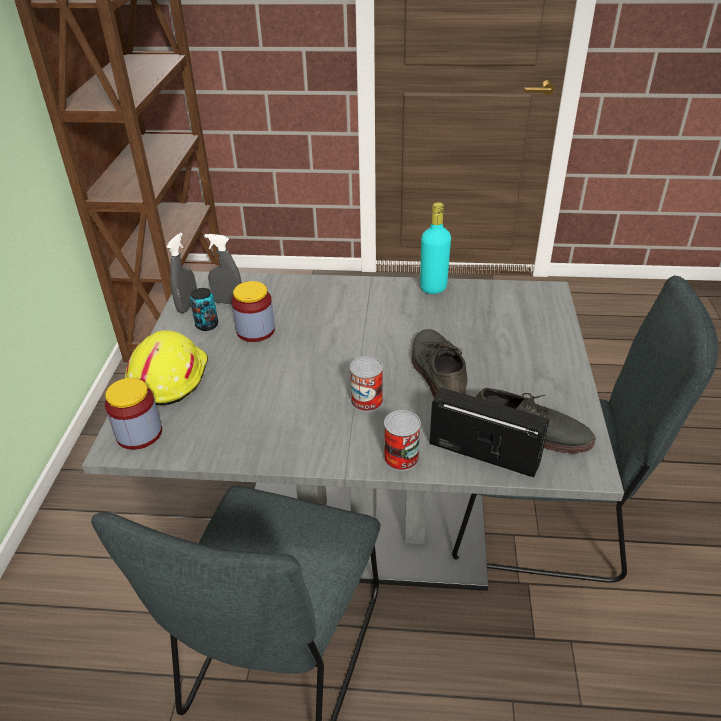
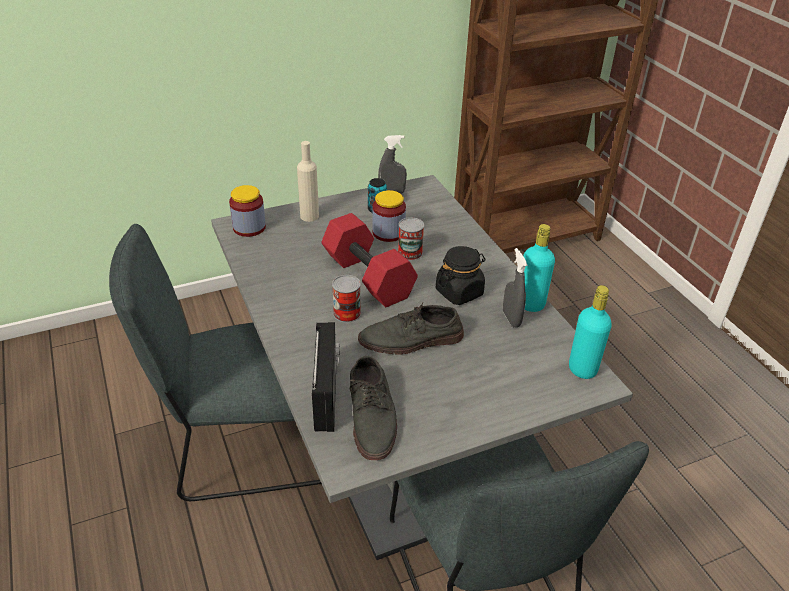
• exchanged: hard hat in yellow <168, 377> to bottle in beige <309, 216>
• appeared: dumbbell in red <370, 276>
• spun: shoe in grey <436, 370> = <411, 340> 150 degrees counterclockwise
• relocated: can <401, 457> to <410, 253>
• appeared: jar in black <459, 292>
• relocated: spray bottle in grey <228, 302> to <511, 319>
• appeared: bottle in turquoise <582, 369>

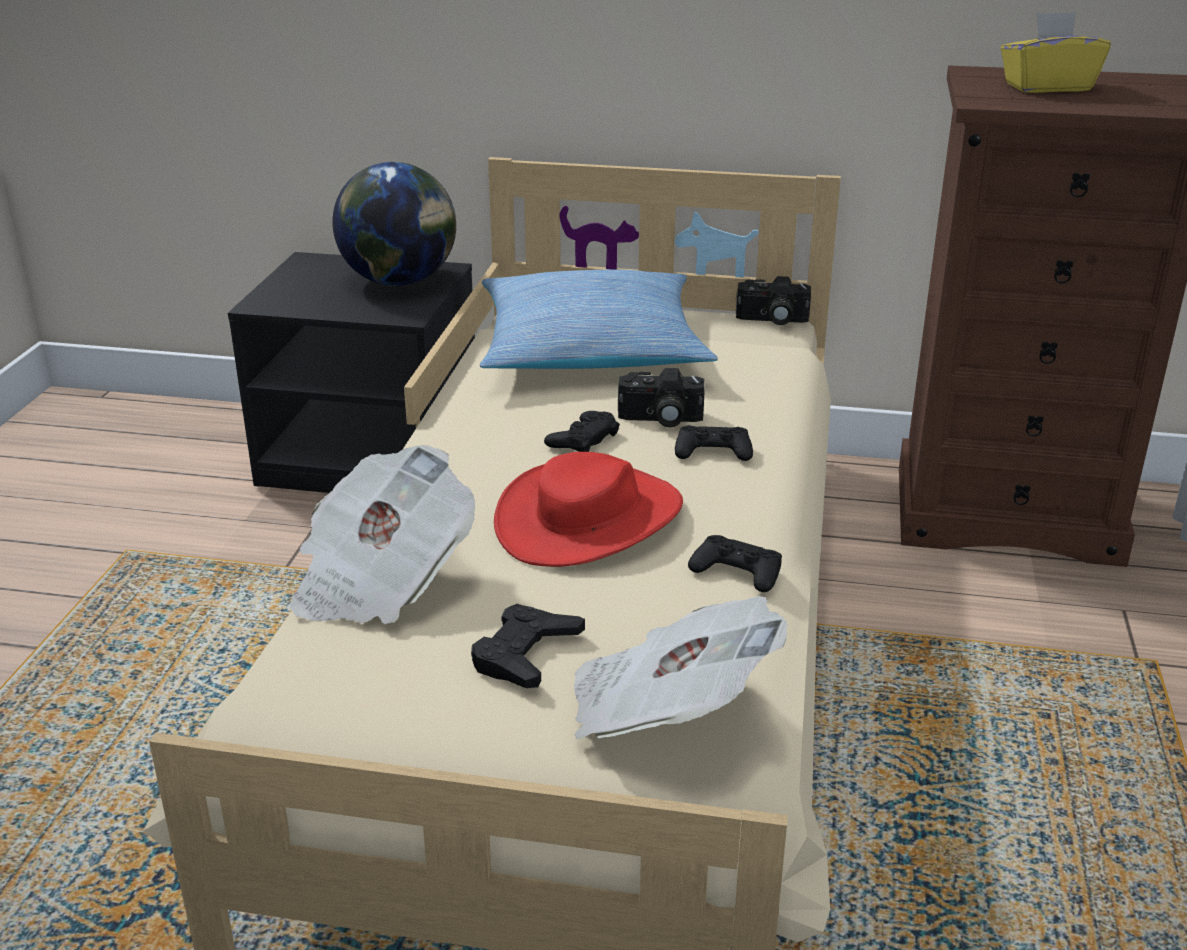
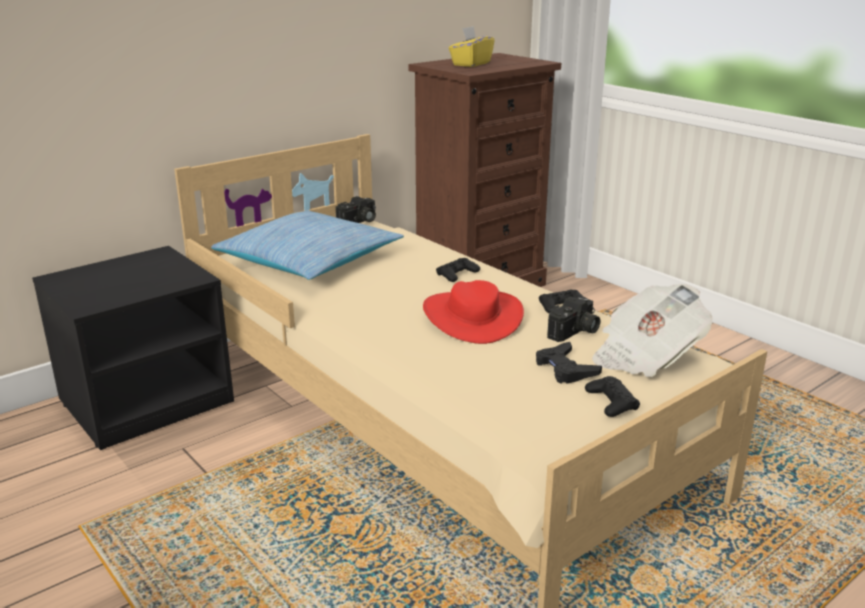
• relocated: photo camera <660, 419> to <575, 332>
• relocated: game controller in black <583, 439> to <611, 402>
• missing: newspaper <380, 580>
• missing: globe <400, 281>

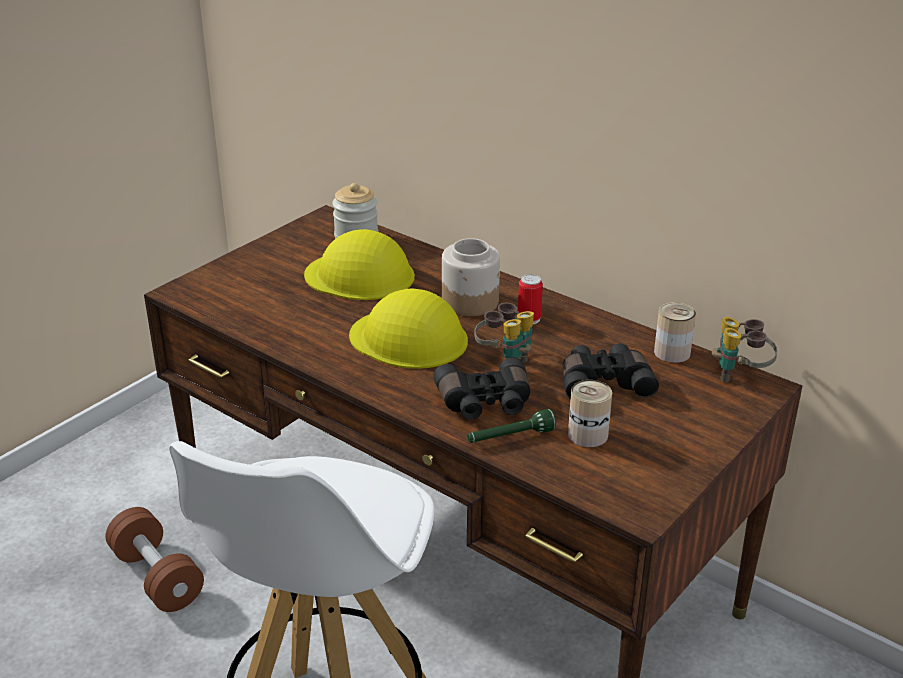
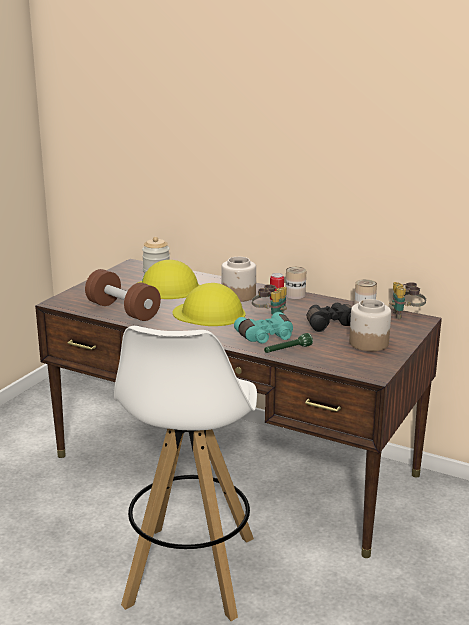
• relocated: dumbbell in brown <157, 577> to <123, 311>
• colour: binoculars in black <485, 403> to binoculars in turquoise <266, 337>
• relocated: can <587, 435> to <295, 295>
• appeared: jar <368, 343>

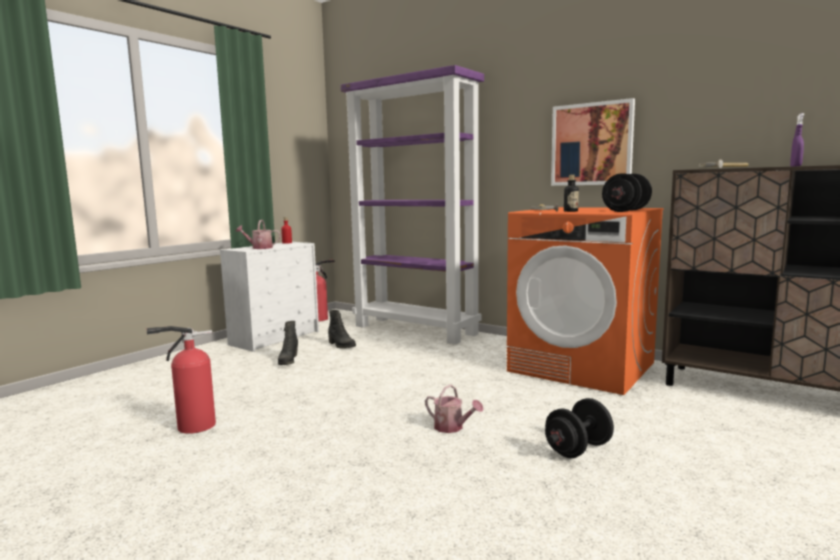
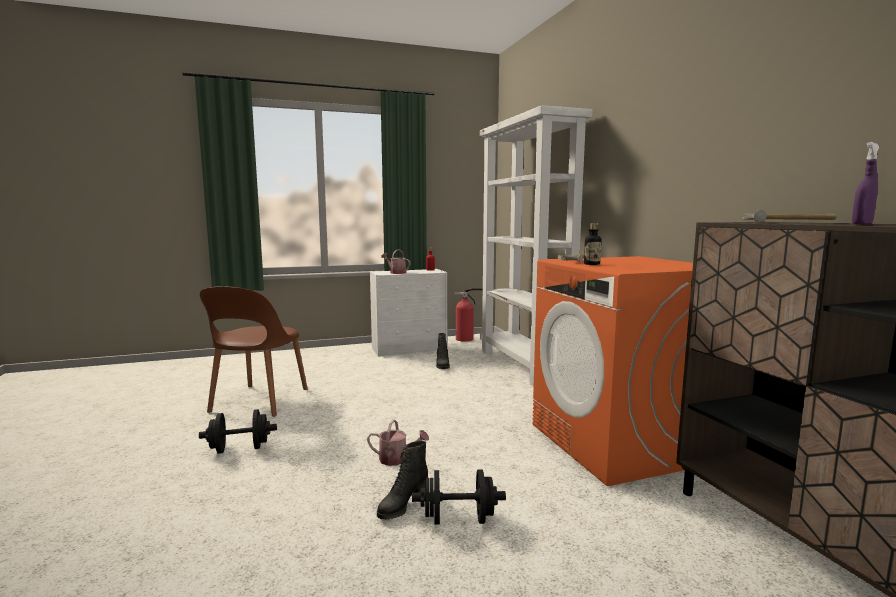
• relocated: dumbbell in black <626, 211> to <240, 449>
• exchanged: fire extinguisher <192, 426> to chair in brown <258, 401>
• spun: watering can <452, 427> = <397, 459> 60 degrees counterclockwise
• relocated: boot in black <288, 361> to <402, 505>
• colour: bookcase in purple <416, 330> to bookcase in white <524, 365>
• missing: picture <591, 144>

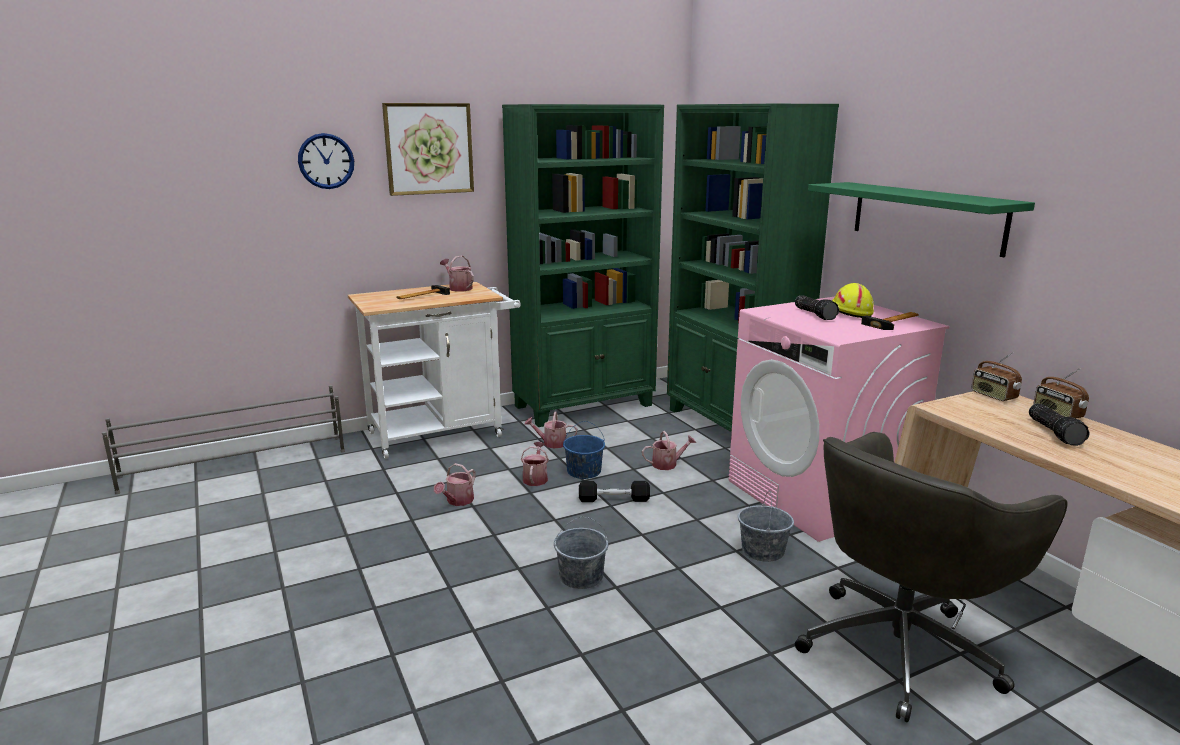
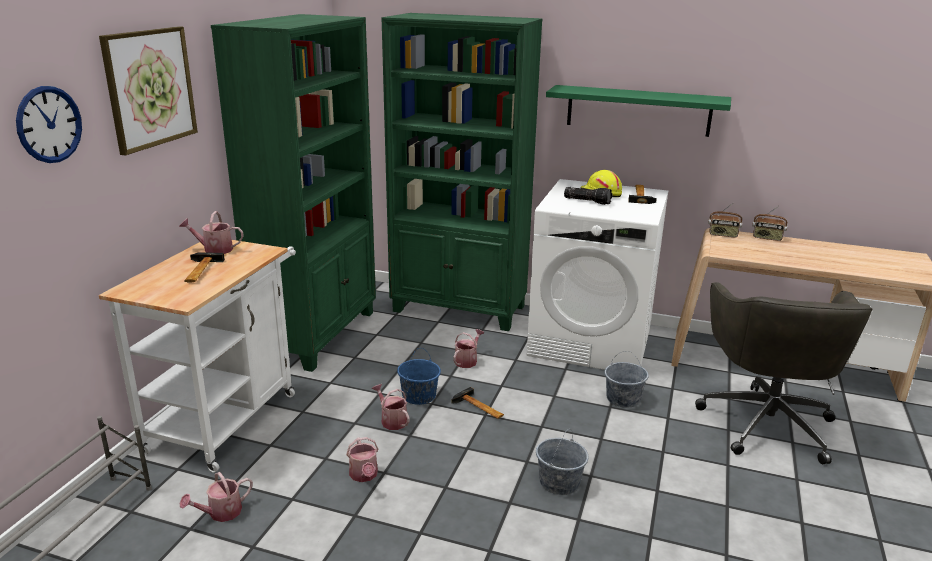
• relocated: watering can <551, 443> to <220, 513>
• exchanged: dumbbell in black <614, 499> to hammer <479, 408>
• colour: washing machine in pink <820, 496> to washing machine in white <591, 341>
• missing: flashlight <1055, 433>

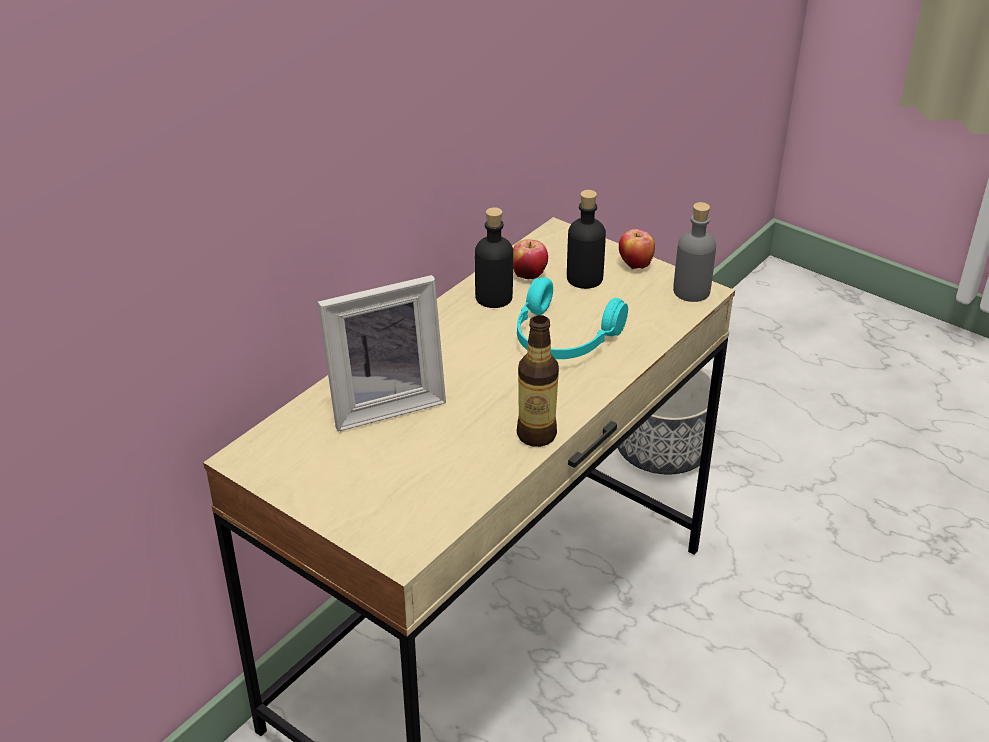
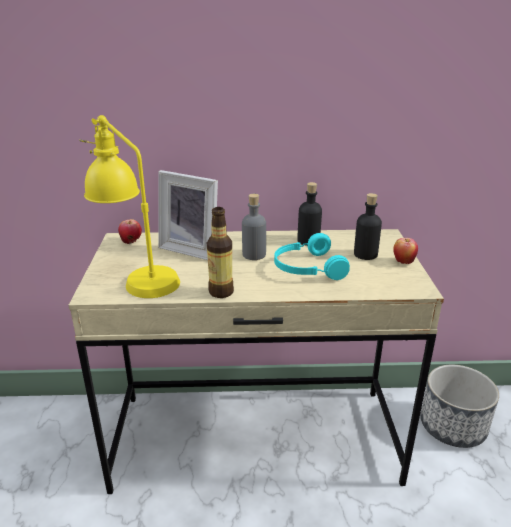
• appeared: table lamp in yellow <136, 277>
• relocated: apple <529, 275> to <131, 242>
• relocated: bottle in grey <691, 291> to <254, 254>

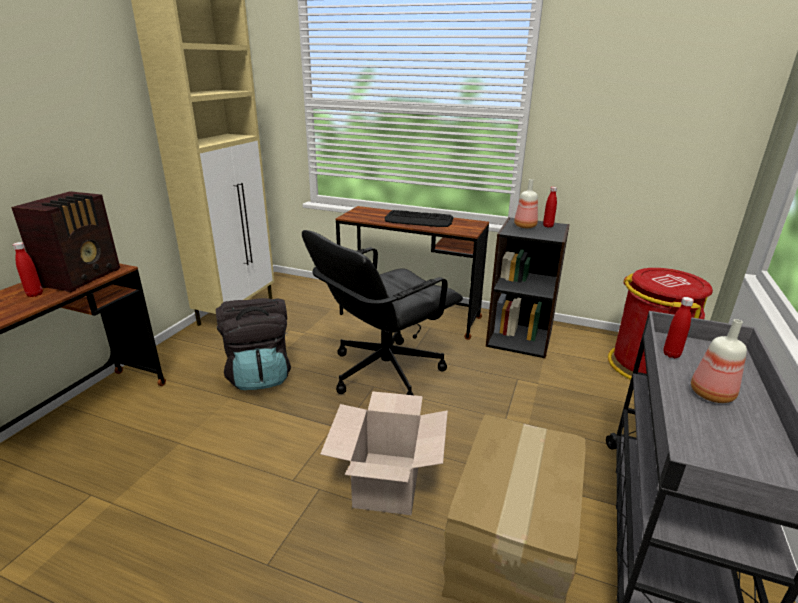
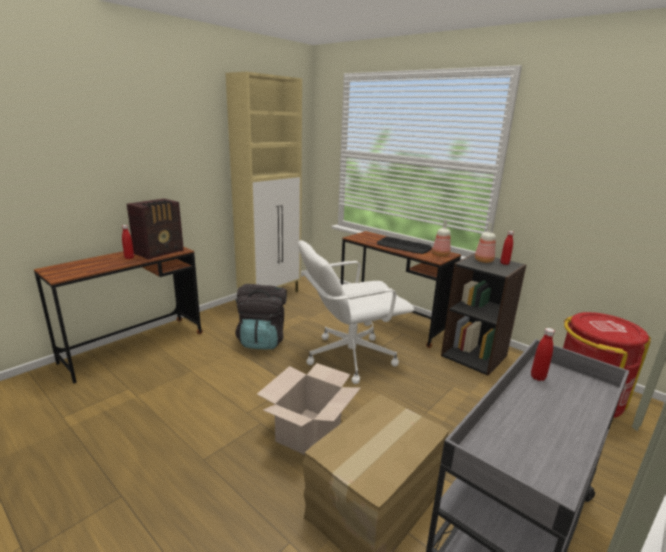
• colour: office chair in black <384, 371> to office chair in white <349, 357>
• relocated: bottle <710, 394> to <440, 254>

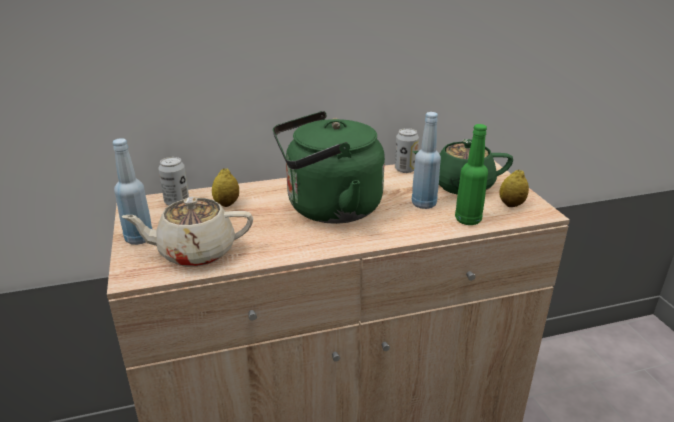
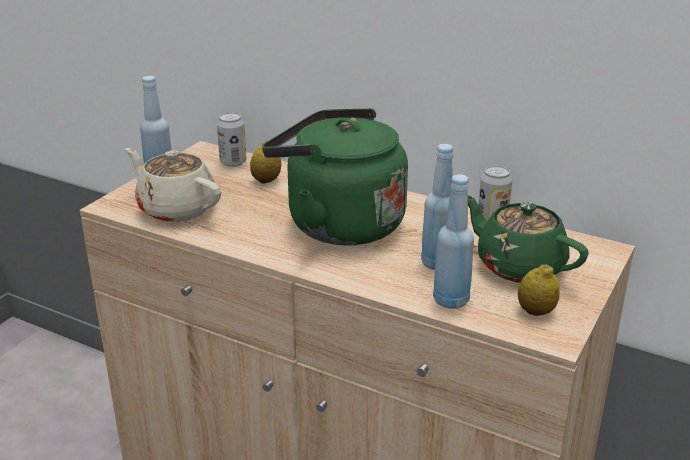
• colour: bottle in green <468, 220> to bottle in blue <451, 300>

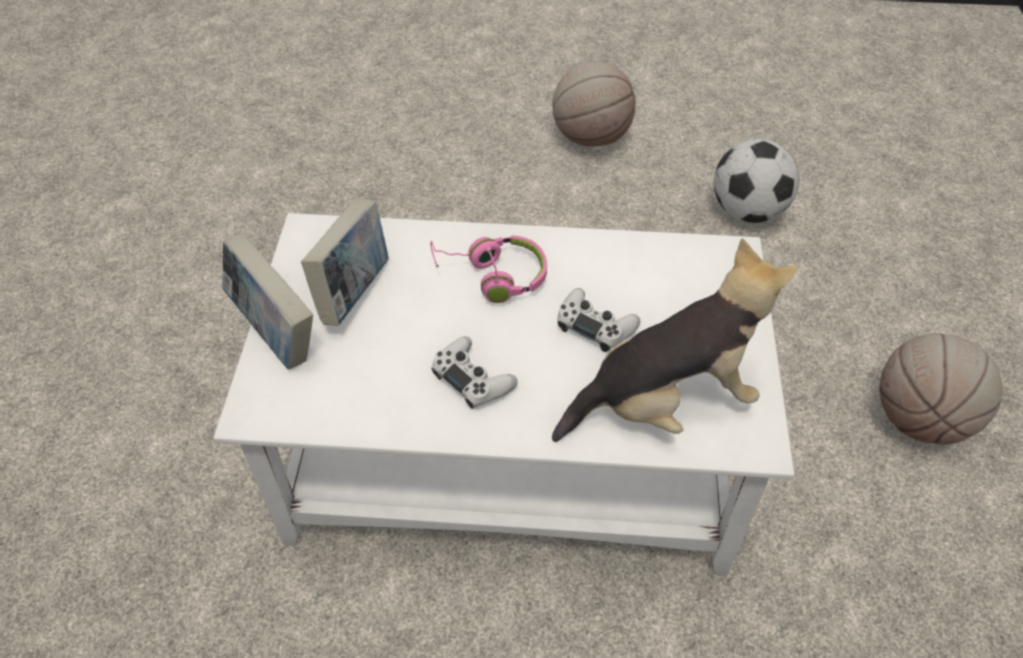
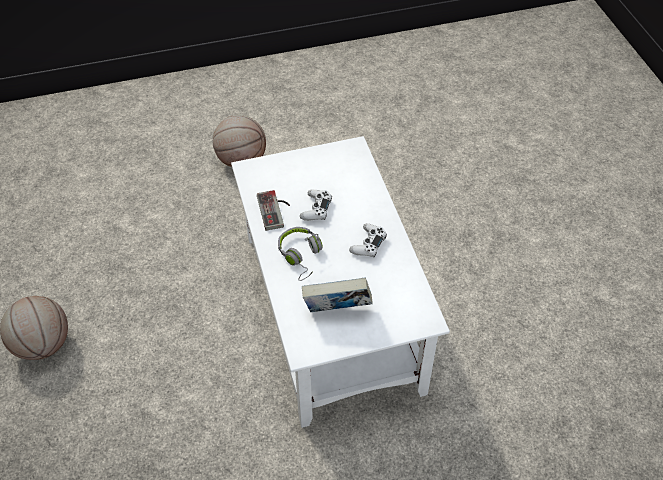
• appeared: game controller <275, 210>
• colour: headphones in pink <492, 276> to headphones in grey <301, 256>
• missing: book <276, 333>
• missing: plush toy <666, 401>
• missing: football <747, 211>

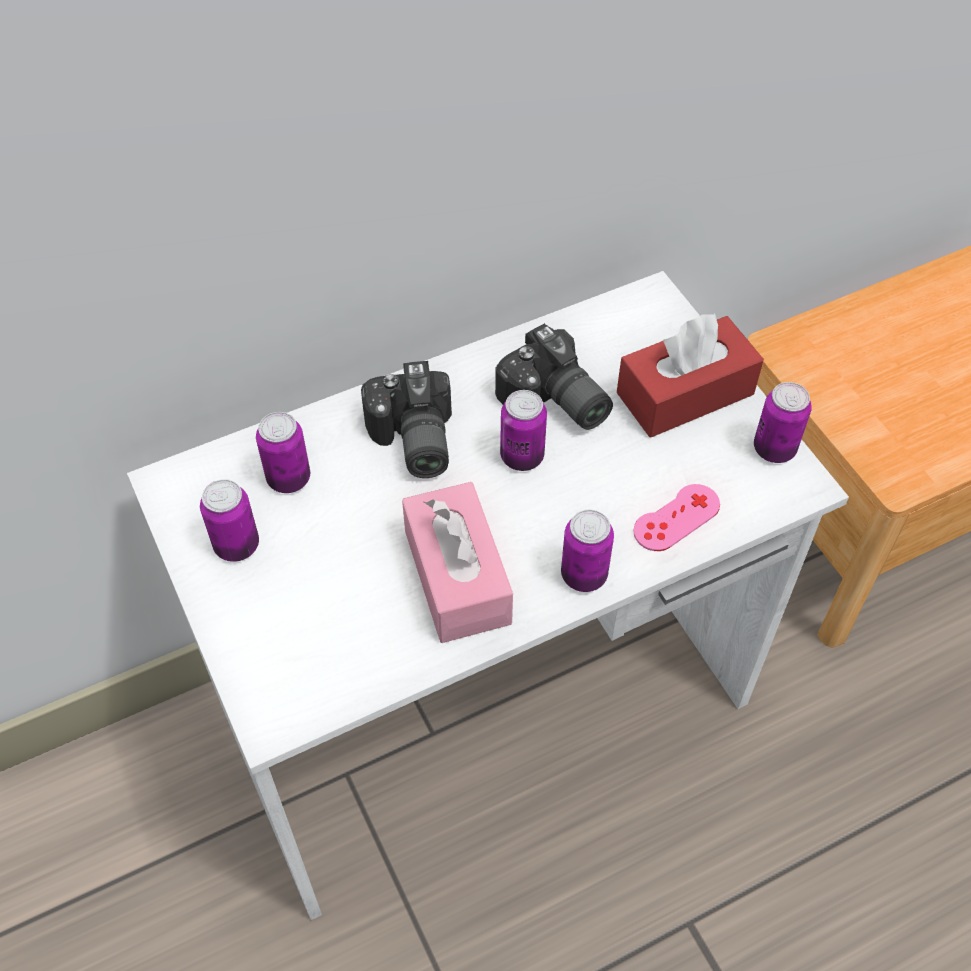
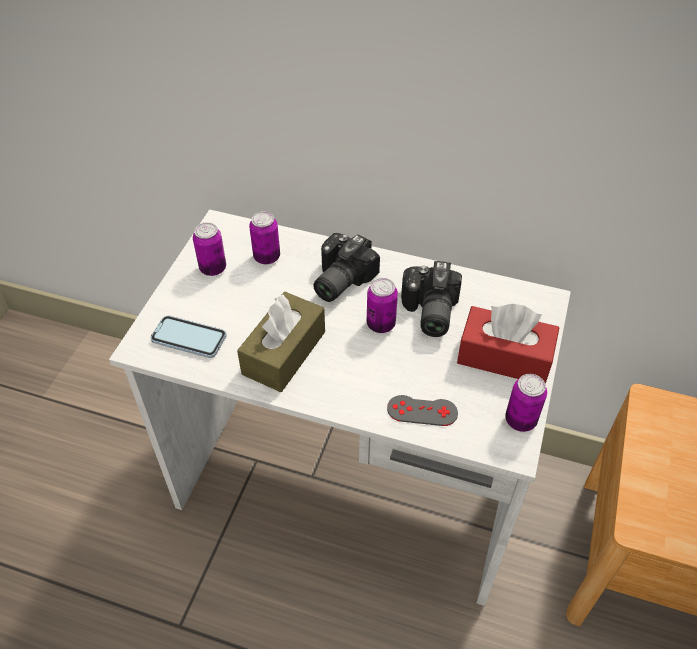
• appeared: phone <189, 338>
• colour: tissue box in pink <457, 577> to tissue box in brown <284, 352>
• colour: game controller in pink <676, 518> to game controller in grey <422, 411>
• missing: can <584, 575>

